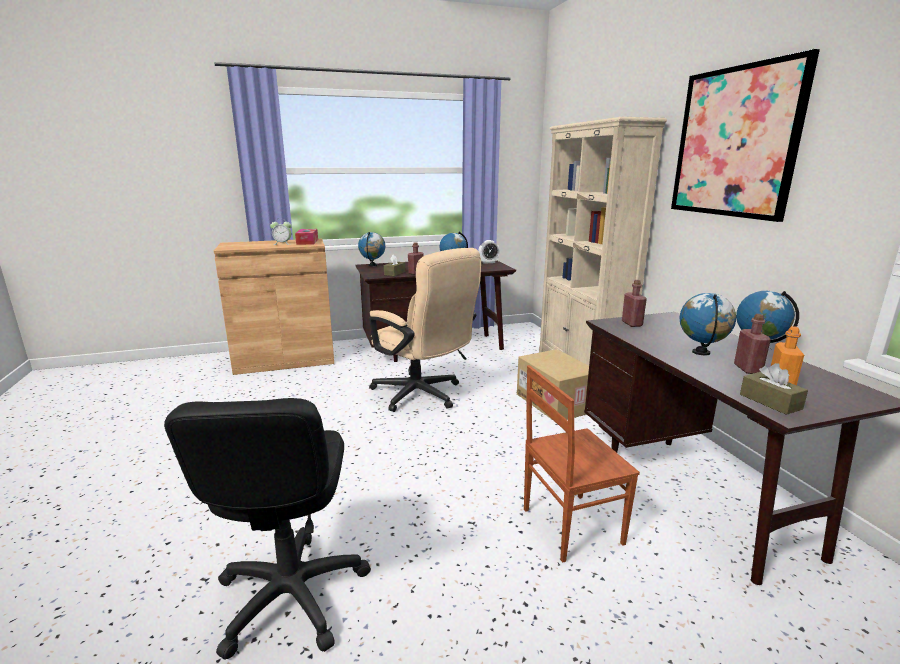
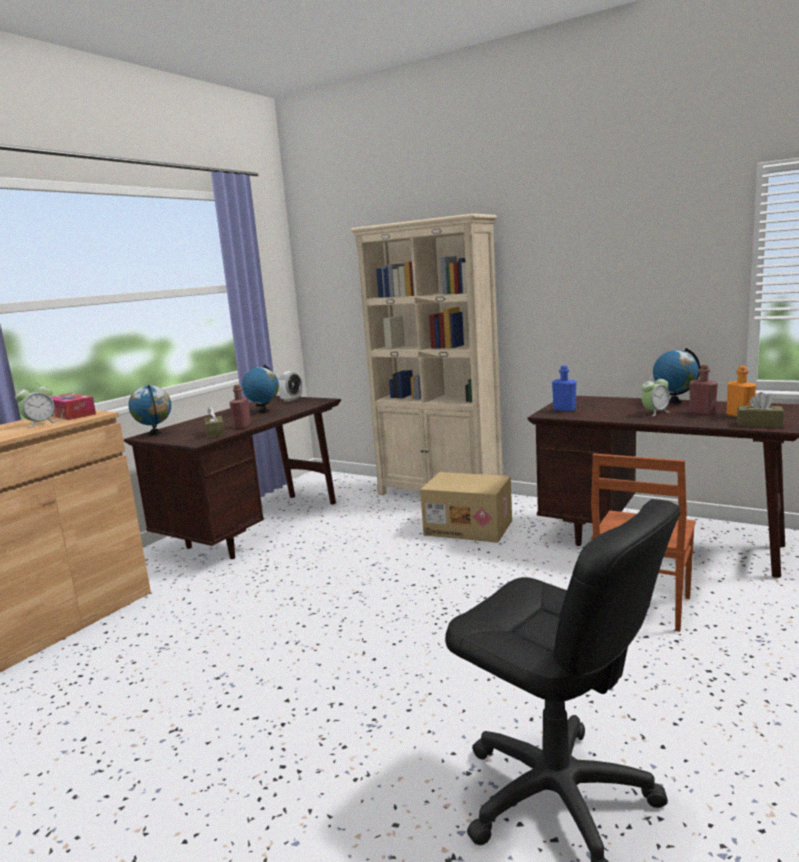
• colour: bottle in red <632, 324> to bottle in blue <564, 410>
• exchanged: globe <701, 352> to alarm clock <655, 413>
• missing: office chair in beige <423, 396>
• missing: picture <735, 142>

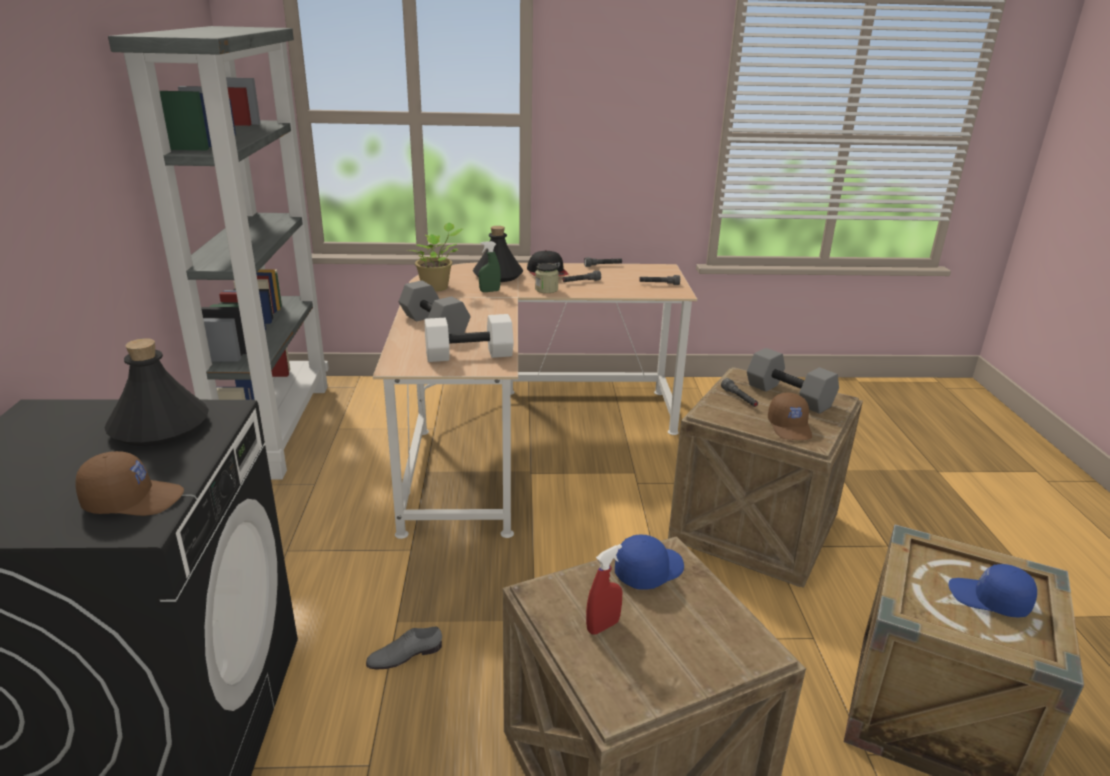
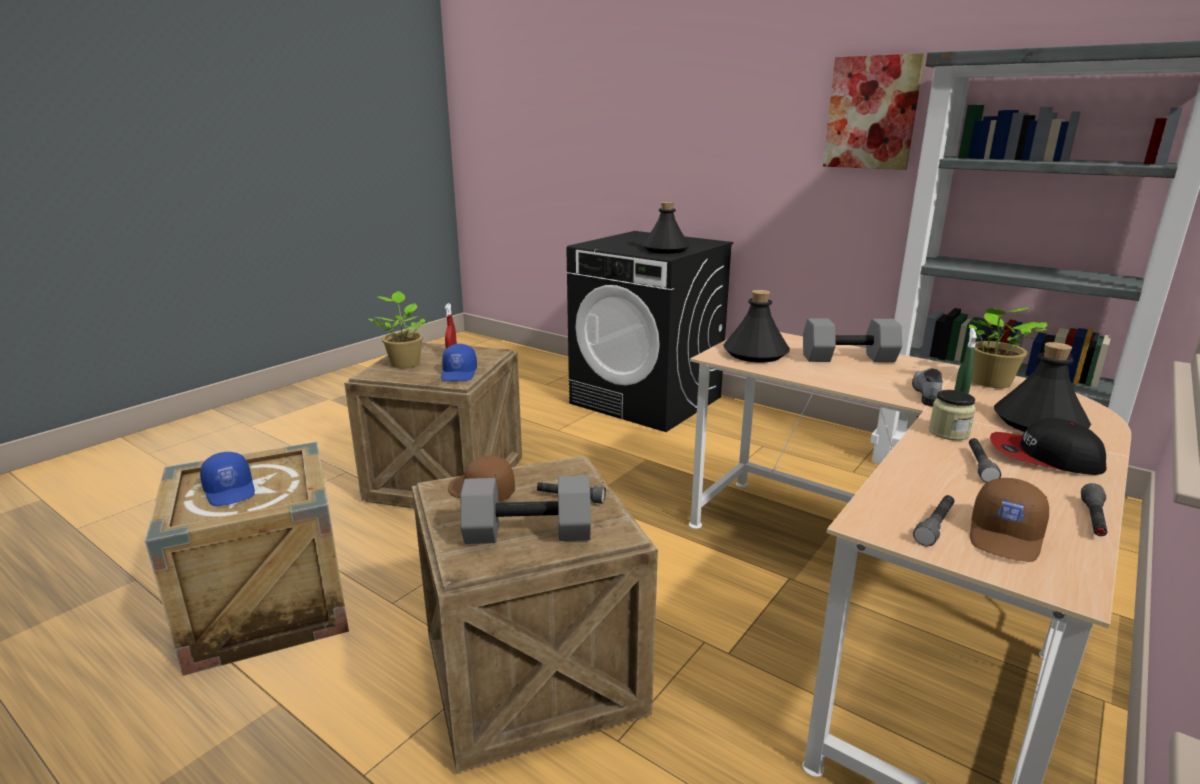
• spun: cap in blue <989, 600> = <231, 491> 75 degrees clockwise
• appeared: potted plant <405, 363>
• exchanged: dumbbell in white <468, 355> to bottle in black <755, 353>
• appeared: picture <871, 113>
• relocated: shoe in grey <404, 654> to <927, 392>
• relocated: cap in brown <133, 499> to <1006, 536>

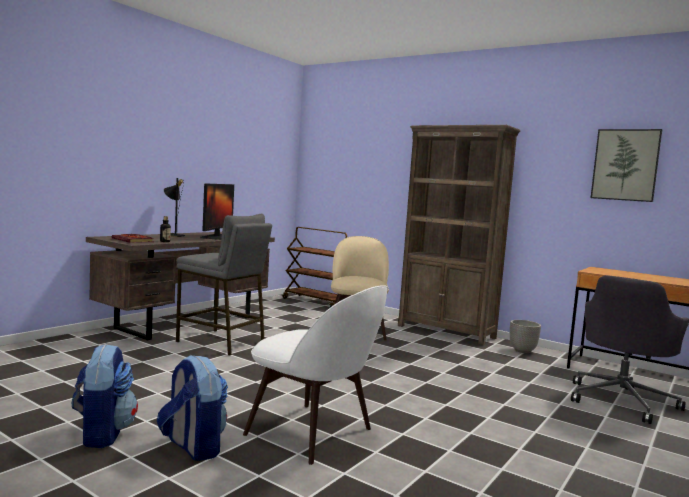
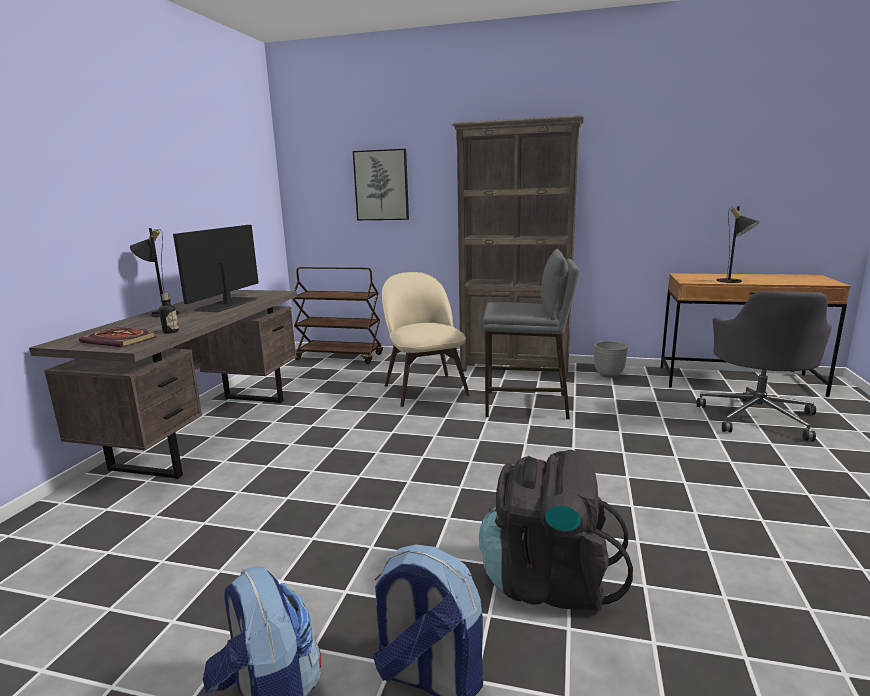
• spun: monitor <218, 237> = <226, 304> 150 degrees counterclockwise
• relocated: picture <625, 165> to <381, 185>
• exchanged: chair in white <313, 433> to backpack in black <548, 581>
• relocated: stool in grey <221, 342> to <527, 405>
• appeared: table lamp in black <733, 281>

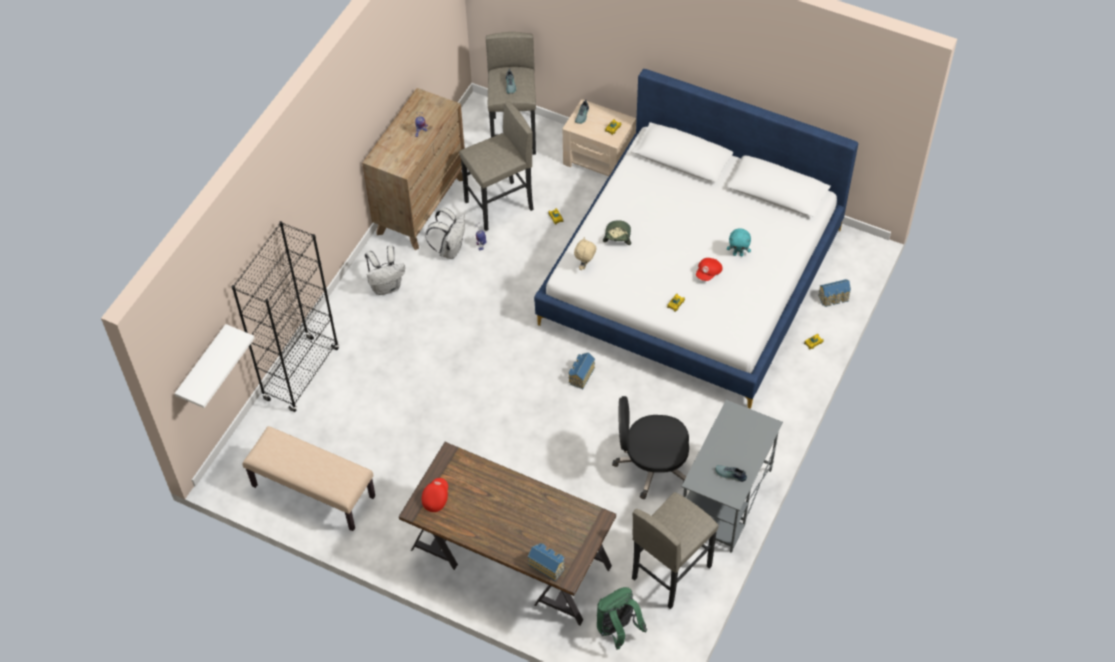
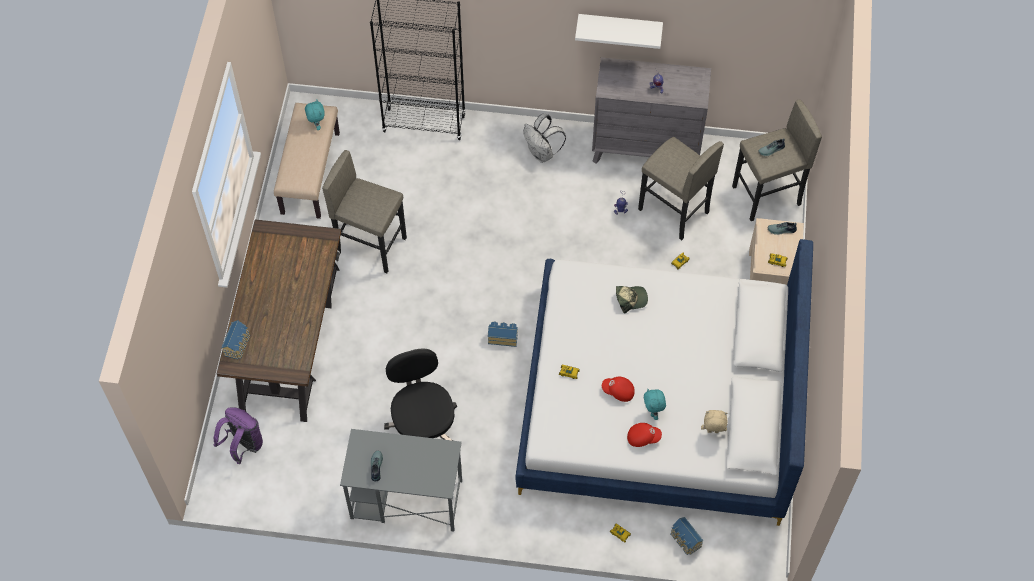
• colour: backpack in green <618, 630> to backpack in purple <243, 445>
• appeared: plush toy in turquoise <316, 125>
• relocated: stool in grey <670, 572> to <371, 245>
• relocated: shelf in white <203, 366> to <619, 26>
• colour: dresser in brown <421, 205> to dresser in grey <646, 149>
• relocated: cap in red <435, 498> to <643, 437>
• relocated: plush toy in beige <585, 265> to <712, 432>
• missing: backpack in white <450, 249>

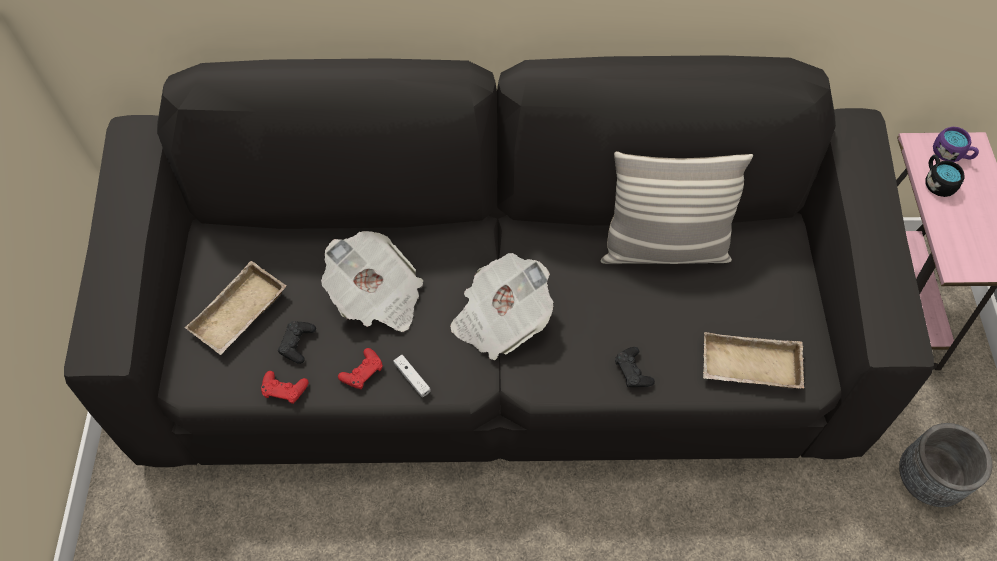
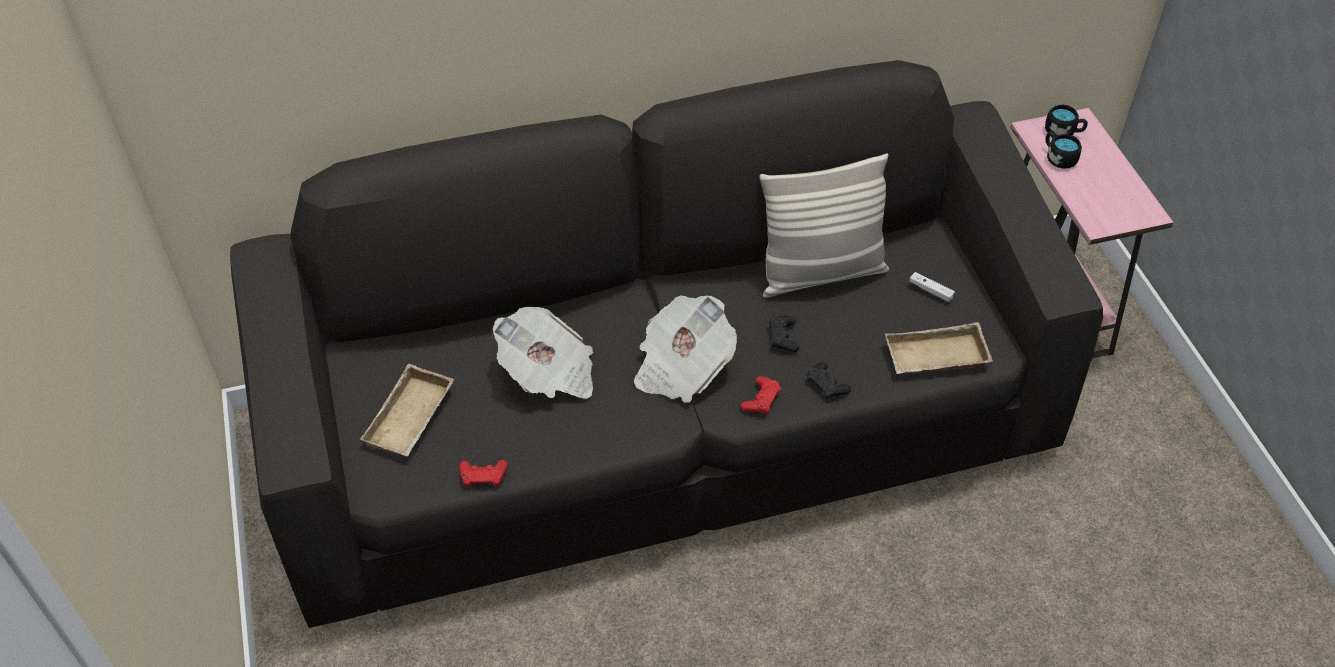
• relocated: game controller in red <362, 372> to <761, 399>
• relocated: game controller in black <297, 343> to <783, 337>
• relocated: game controller in white <412, 378> to <930, 290>
• colour: mug in purple <951, 154> to mug in black <1063, 132>
• missing: planter in grey <926, 479>

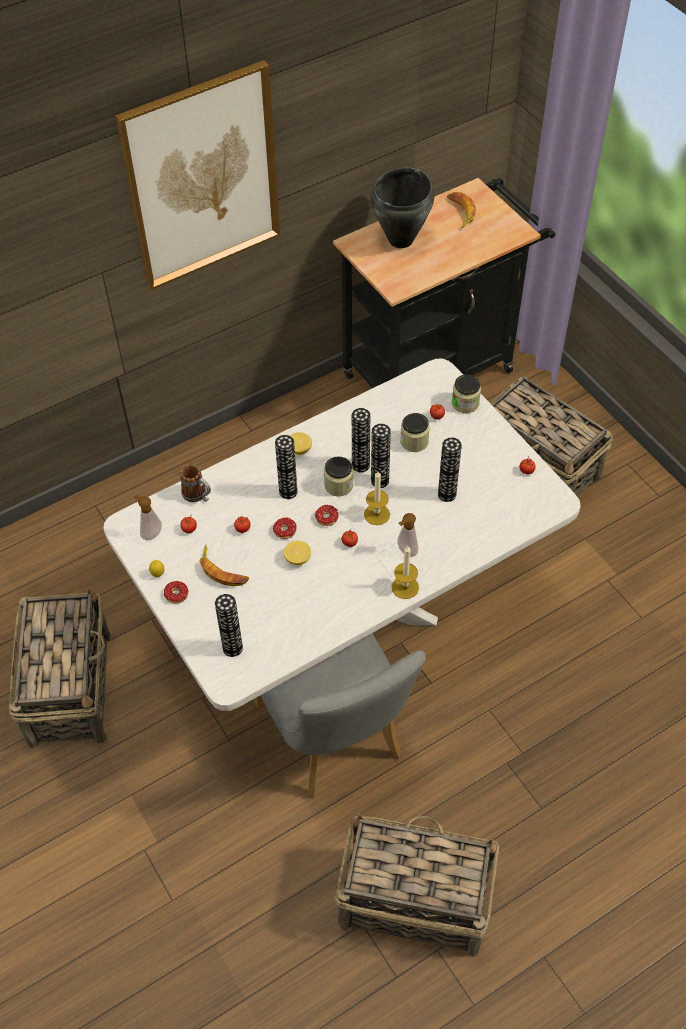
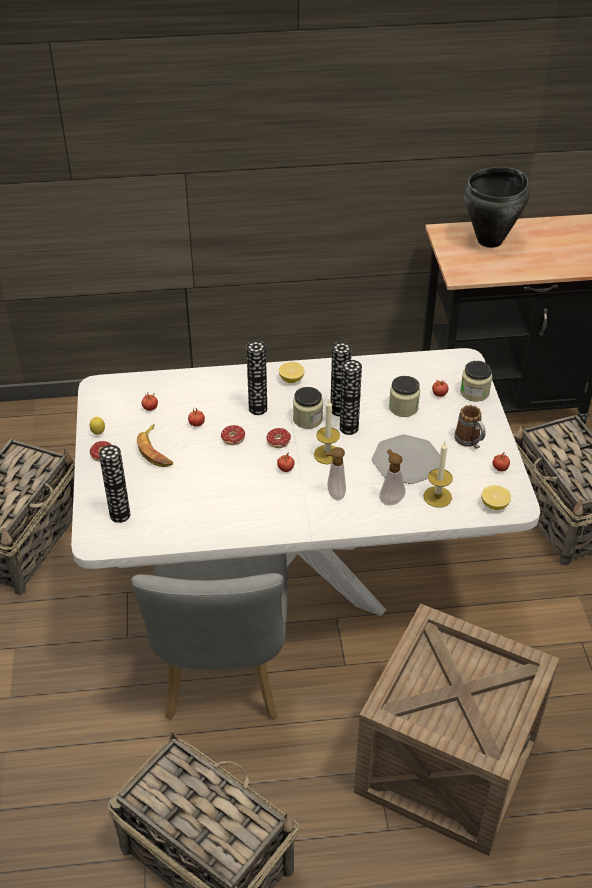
• appeared: crate <446, 765>
• exchanged: vase <447, 494> to plate <406, 461>
• relocated: soap dispenser <150, 533> to <390, 499>
• relocated: candle <405, 587> to <437, 497>
• relocated: mug <198, 496> to <470, 442>
• relocated: lemon <298, 559> to <494, 505>
• missing: picture <202, 177>
• missing: banana <460, 212>

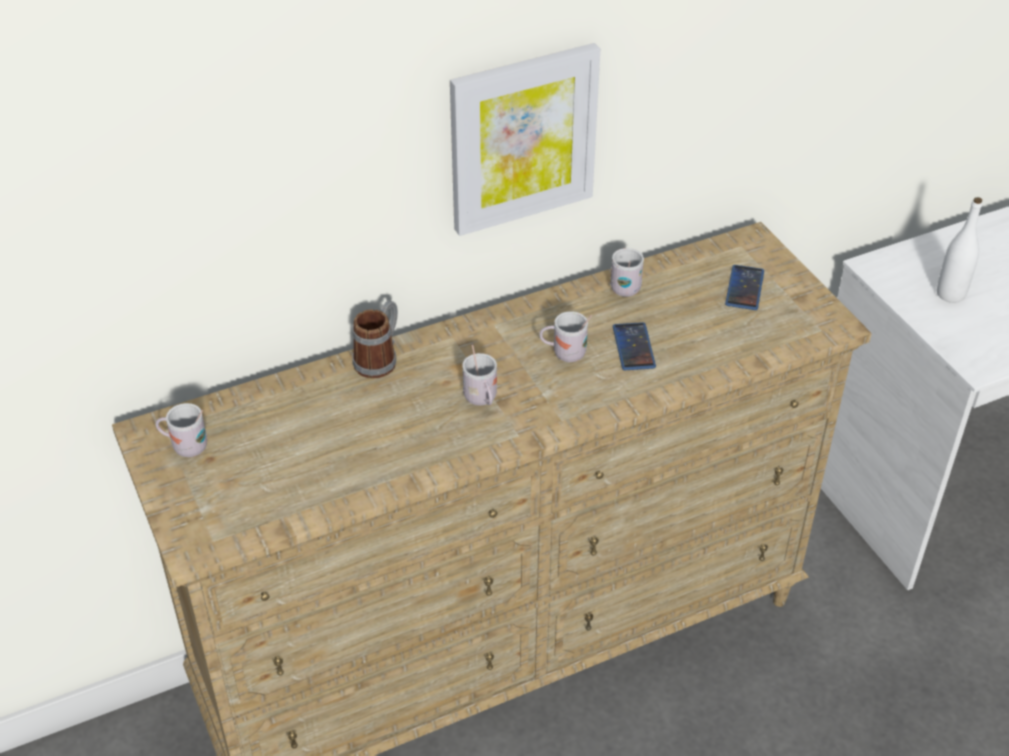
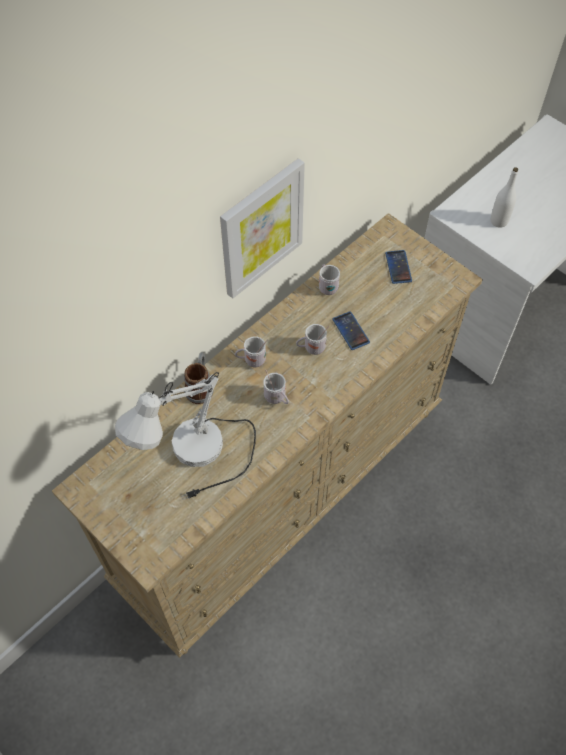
• appeared: table lamp in white <201, 460>
• relocated: mug in white <185, 446> to <251, 360>

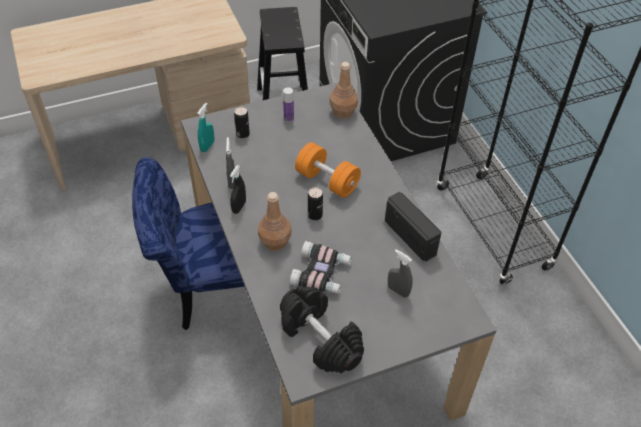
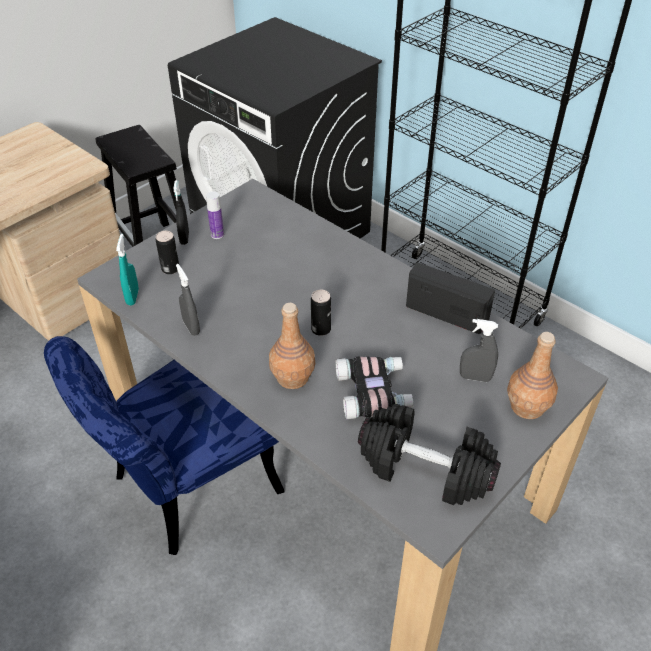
• relocated: spray bottle in black <239, 207> to <184, 238>
• relocated: bottle in brown <343, 112> to <528, 406>
• missing: dumbbell in orange <327, 181>

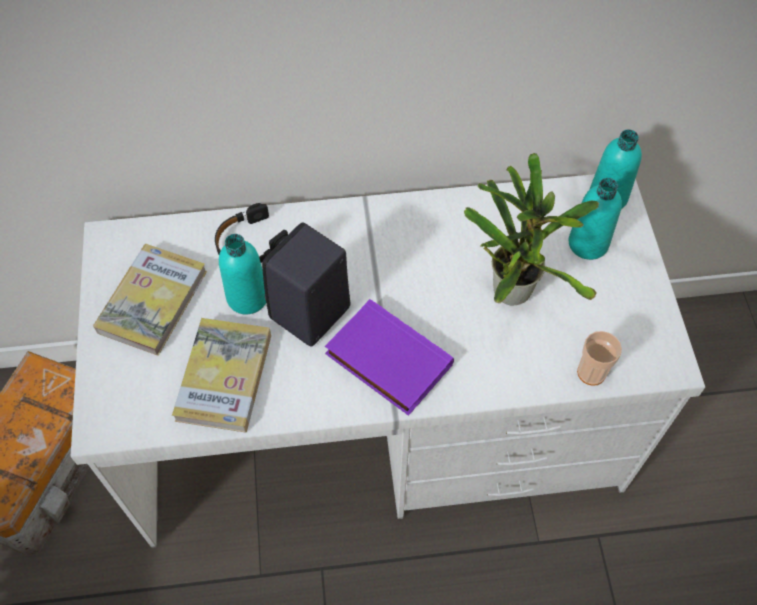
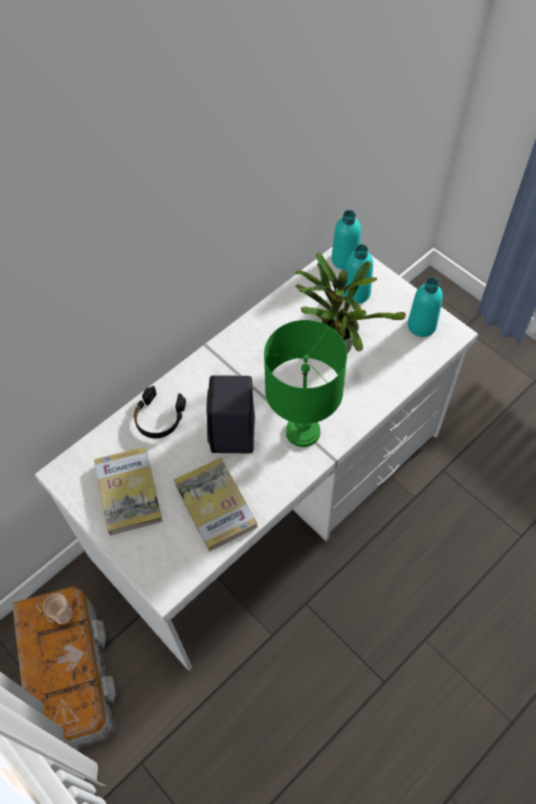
• relocated: cup <591, 372> to <63, 615>
• exchanged: book in purple <386, 361> to table lamp in green <302, 432>
• relocated: bottle in turquoise <247, 297> to <421, 325>

